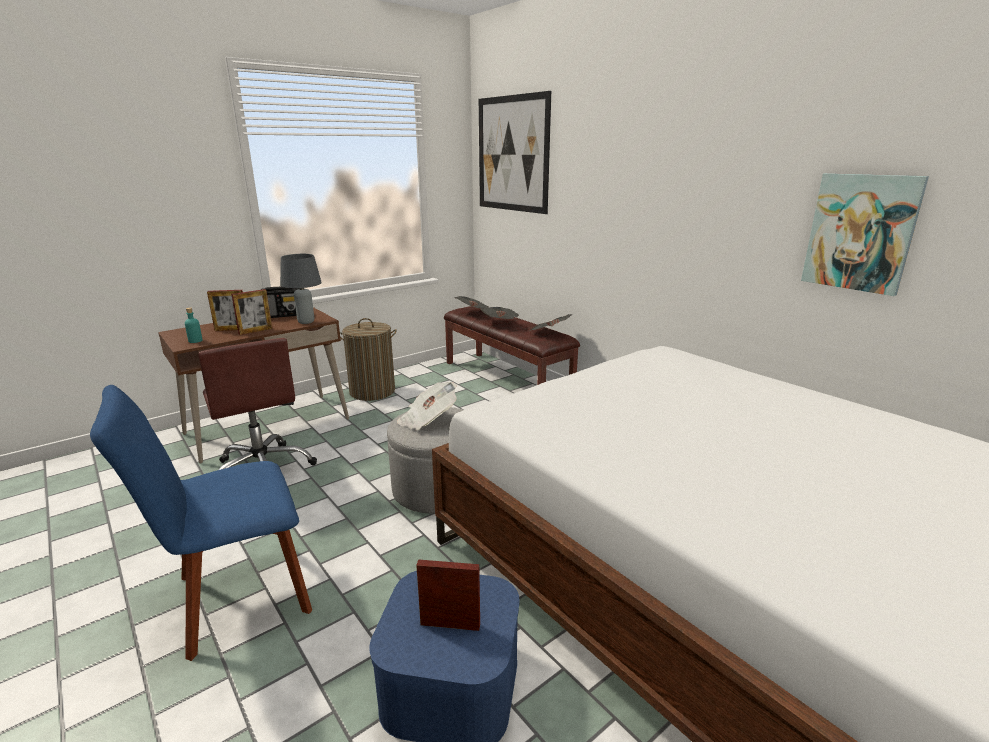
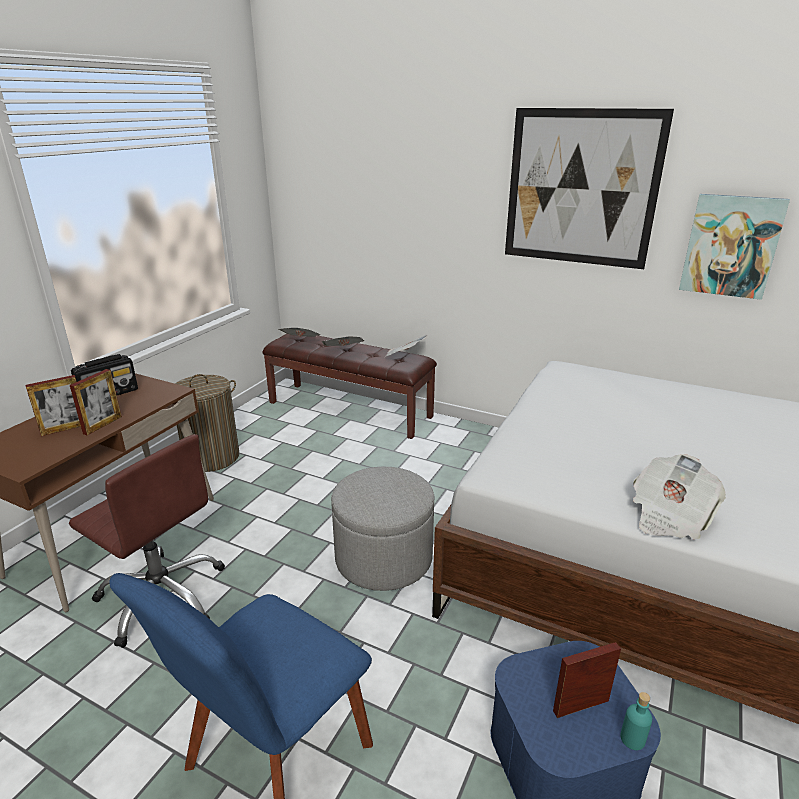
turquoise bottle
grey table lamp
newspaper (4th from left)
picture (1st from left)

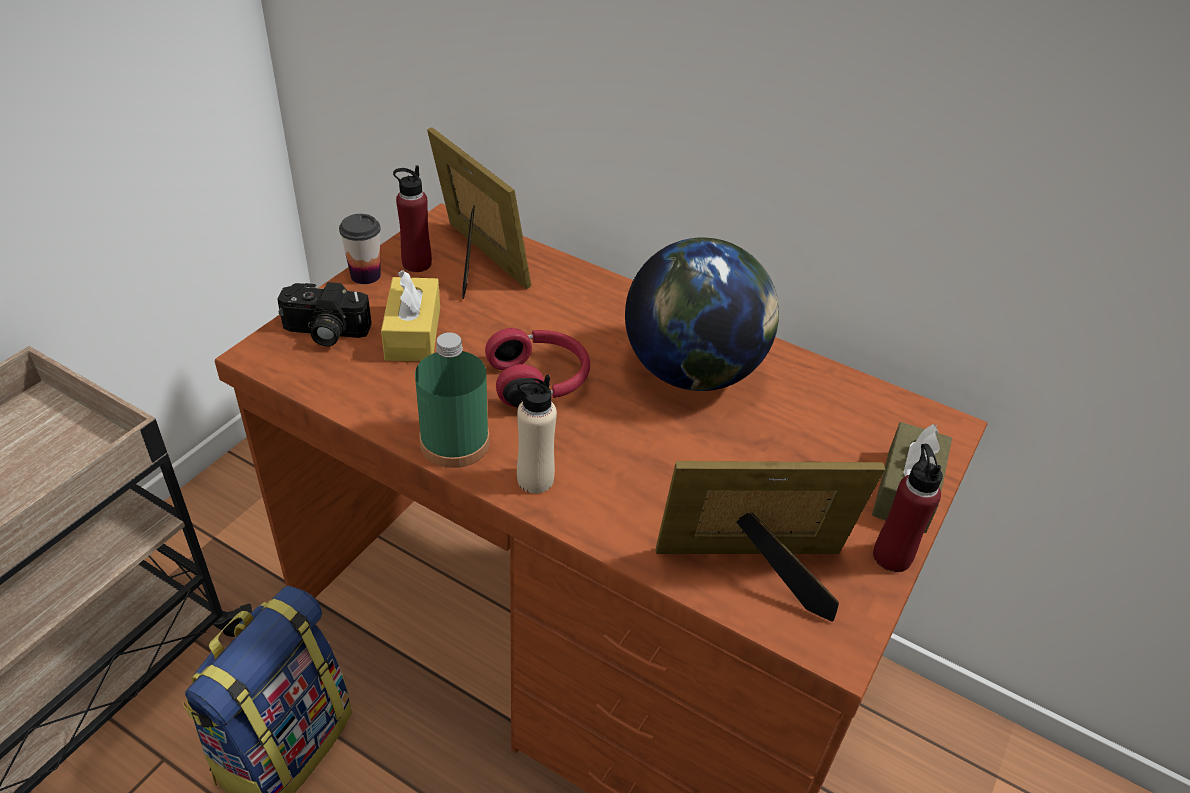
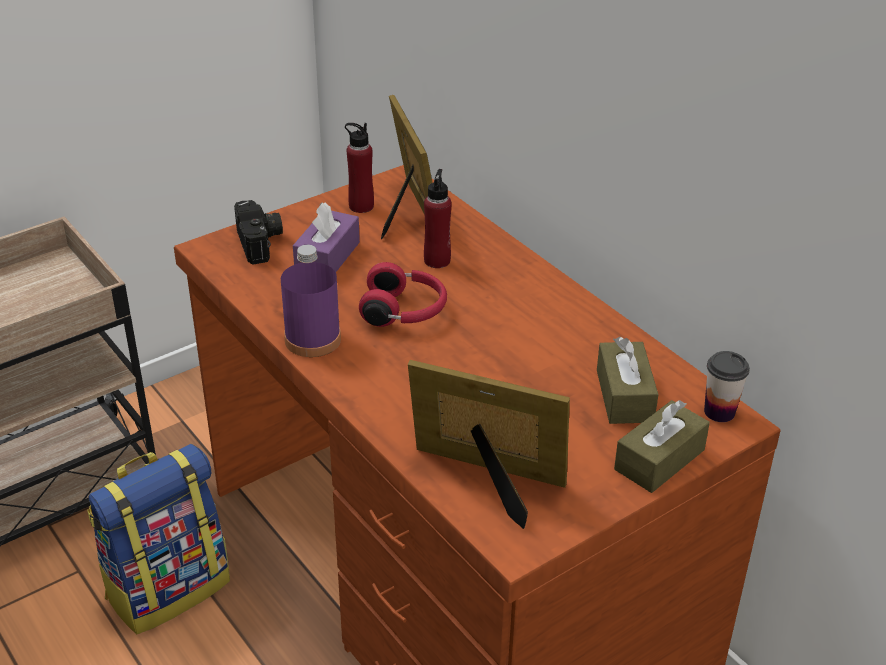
photo camera
cup
purple tissue box
purple bottle
beige bottle
globe
red bottle (2nd from left)
brown tissue box (1st from left)

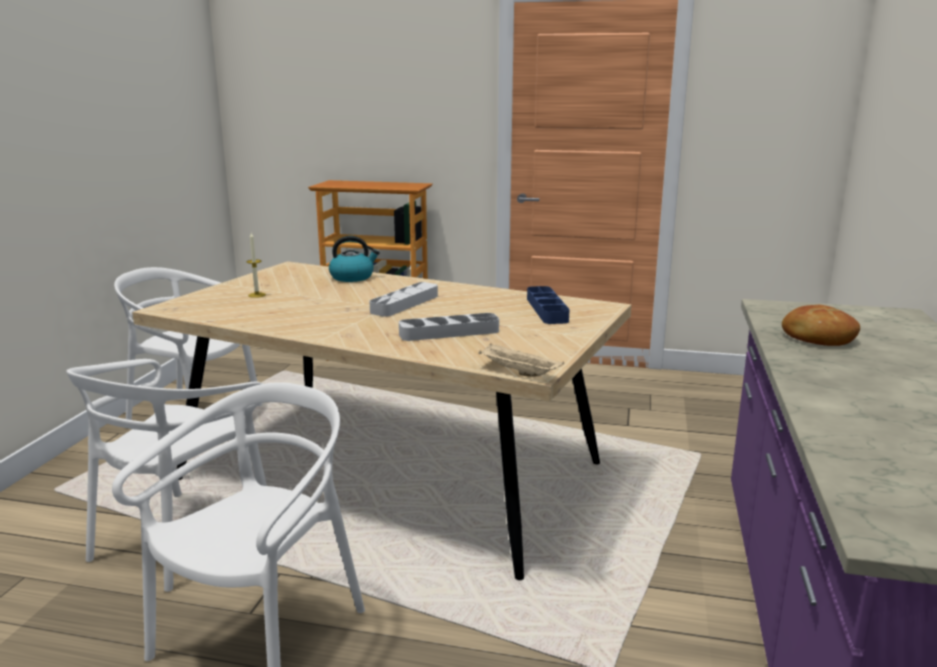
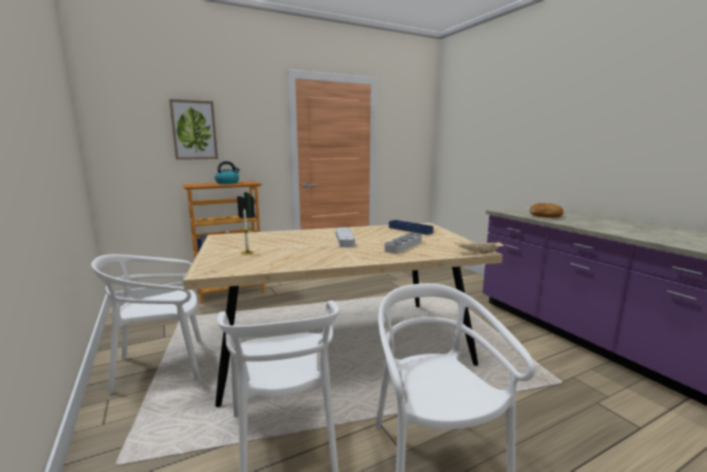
kettle
picture

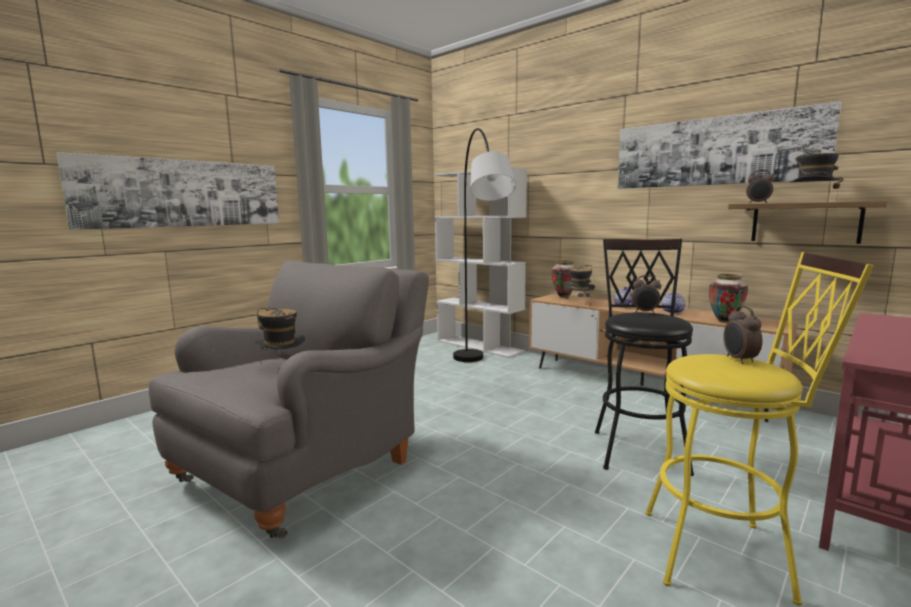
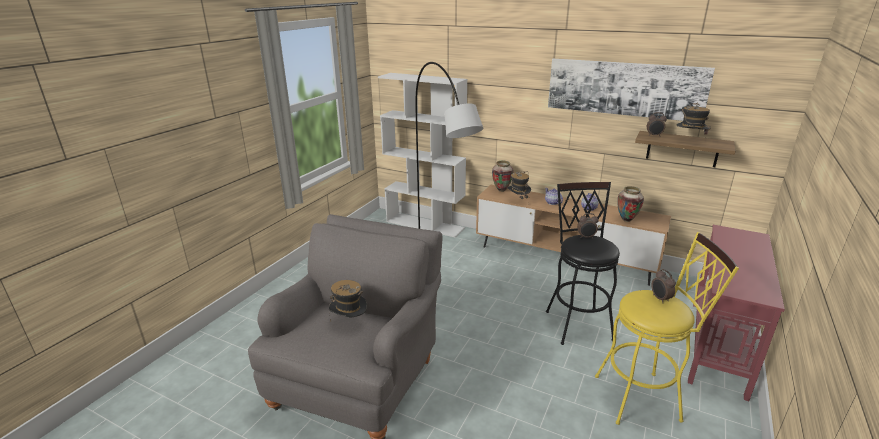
picture (1st from left in the first image)

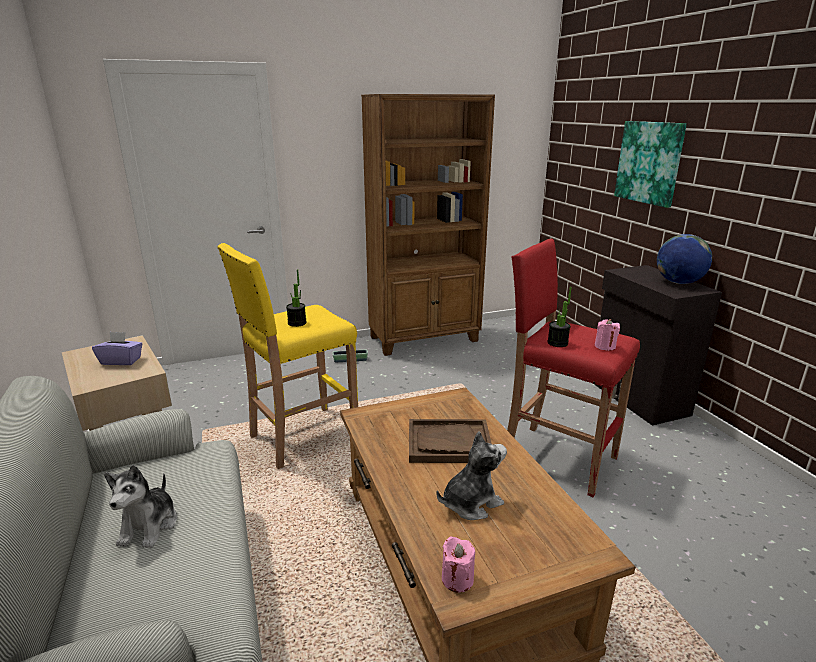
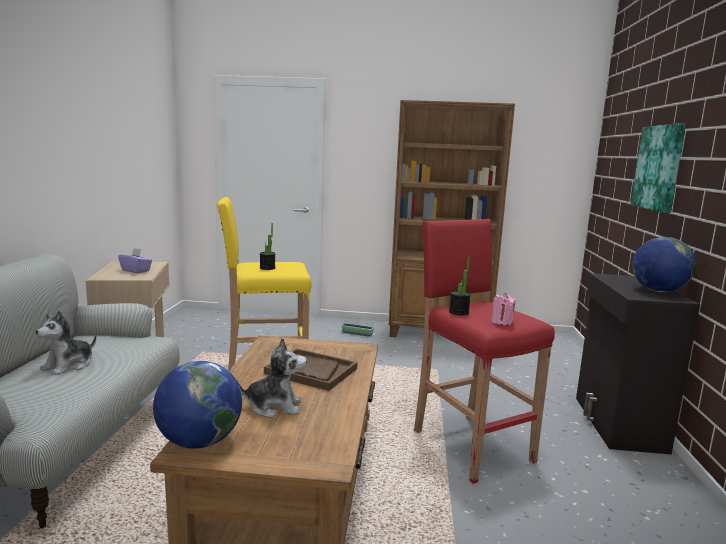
globe (1st from left)

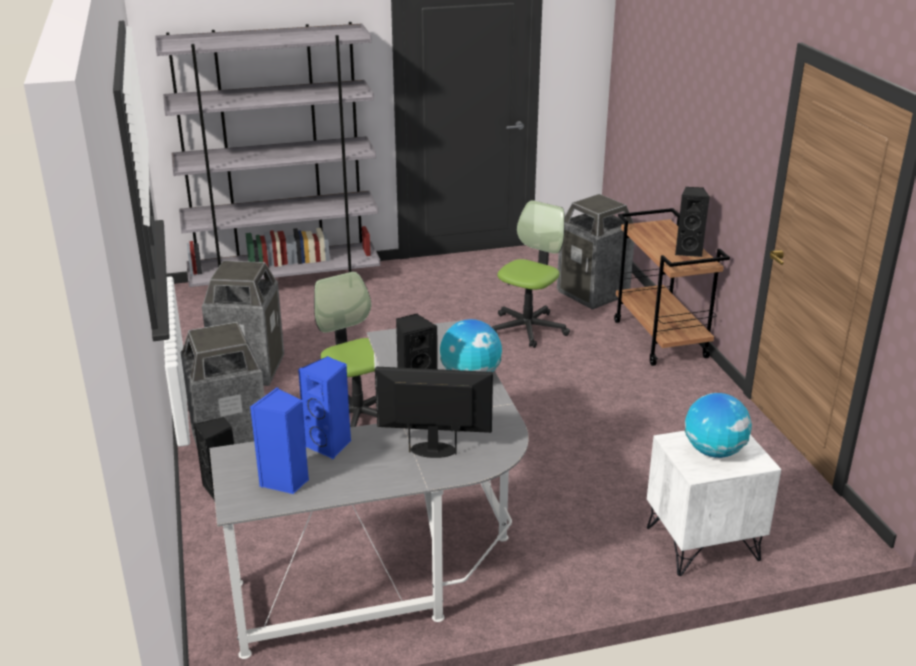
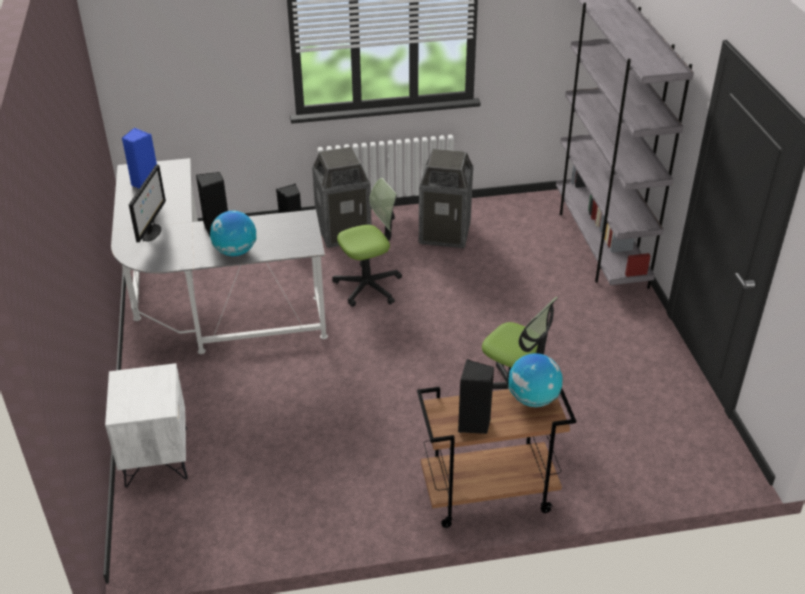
blue speaker (2nd from left in the first image)
trash can (3rd from left in the first image)
globe (2nd from left)

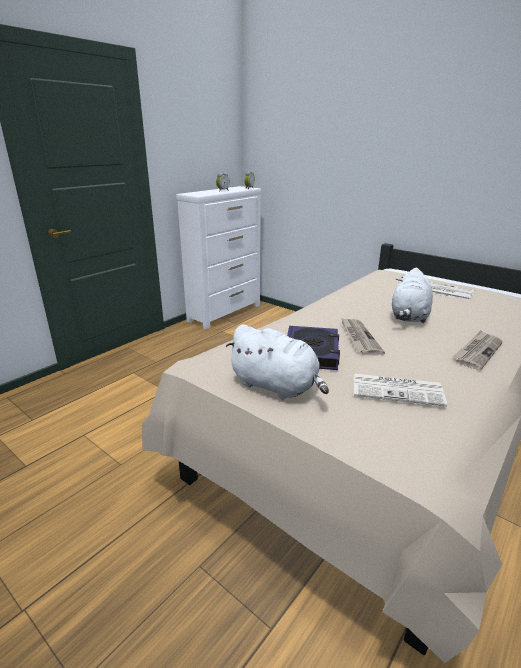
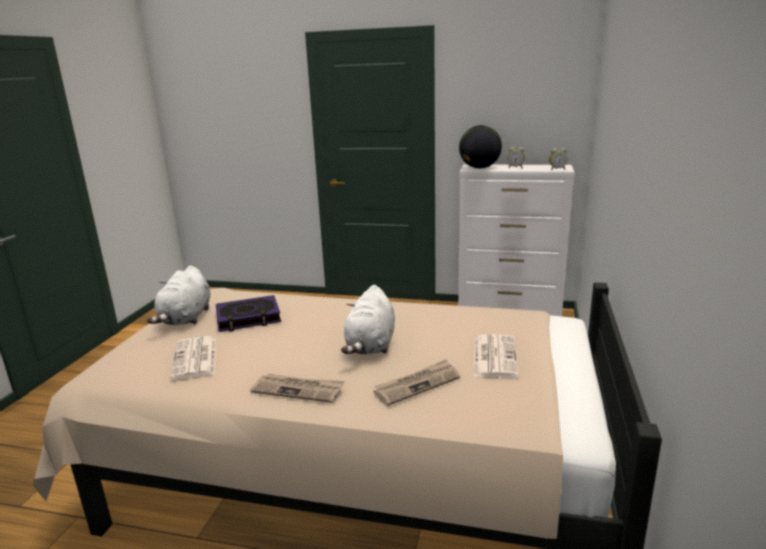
newspaper (3rd from left)
white plush toy (2nd from left)
globe

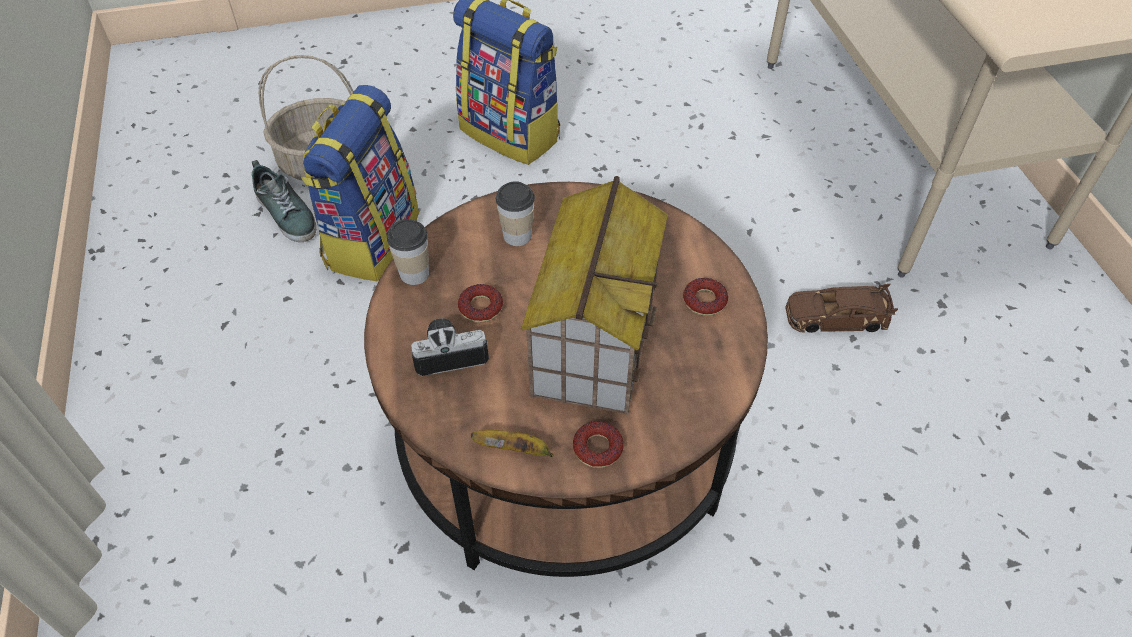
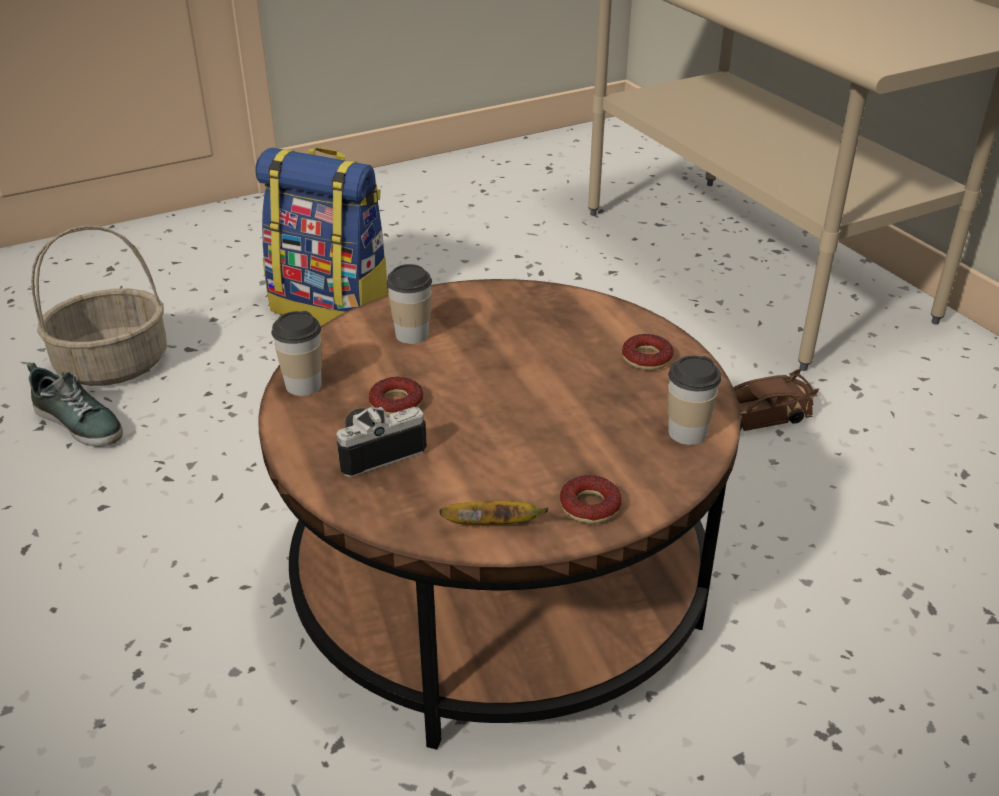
backpack (1st from left in the first image)
toy house
cup (3rd from left)

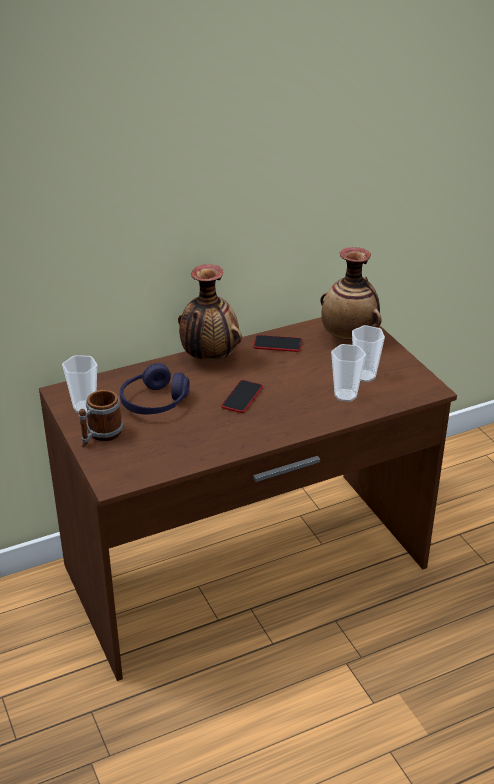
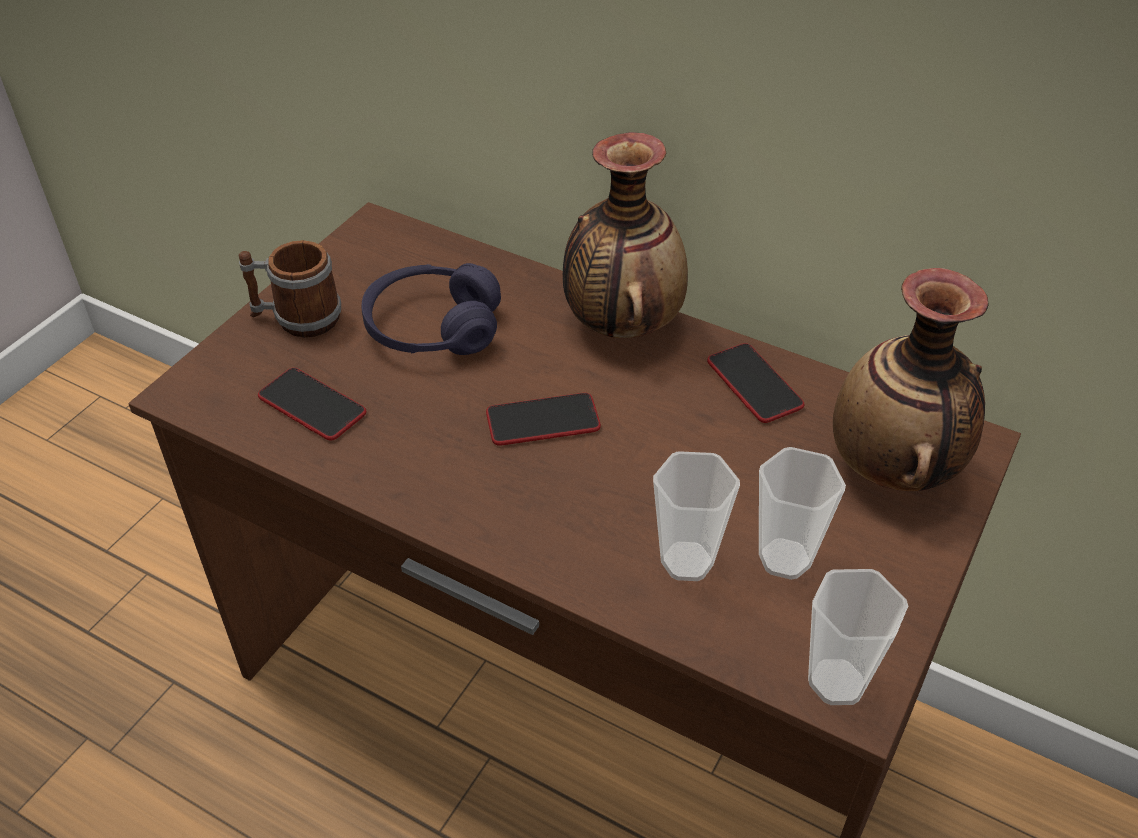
cup (3rd from left)
phone (1st from left)

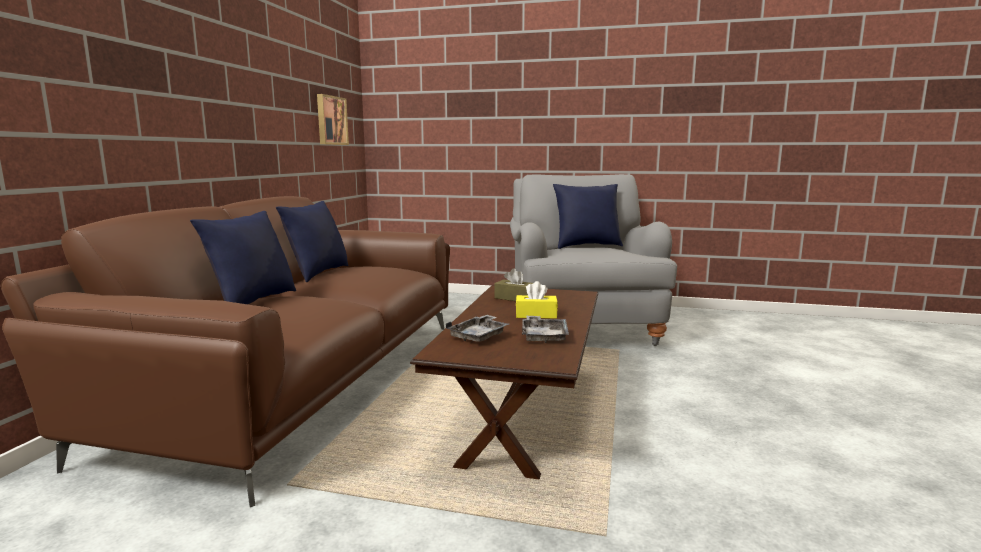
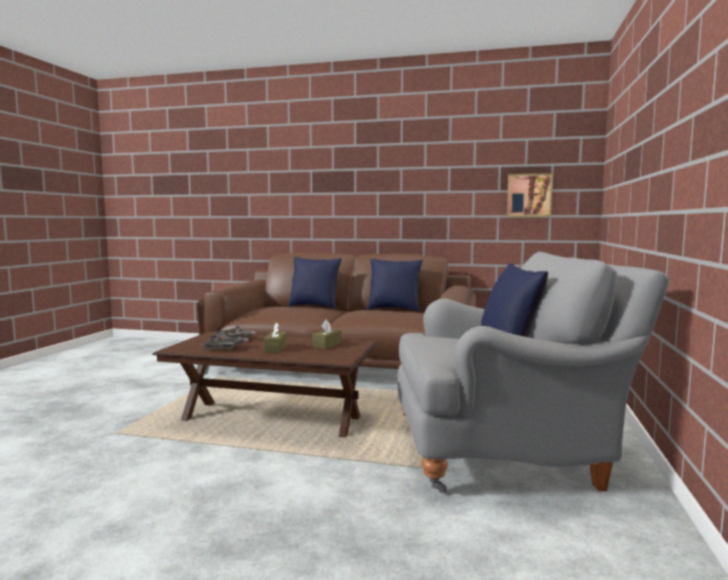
brown tissue box (1st from left)

